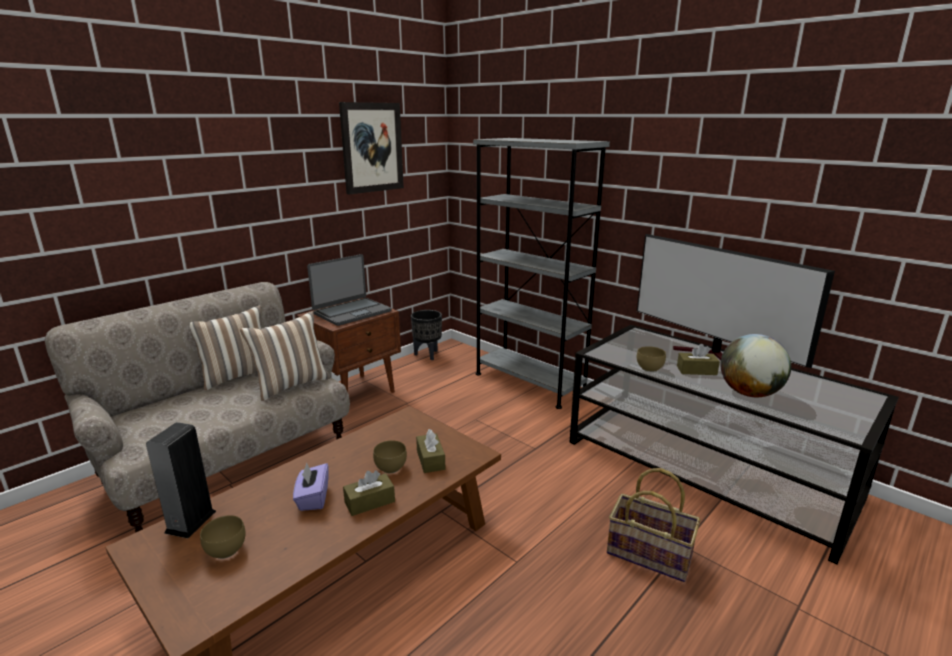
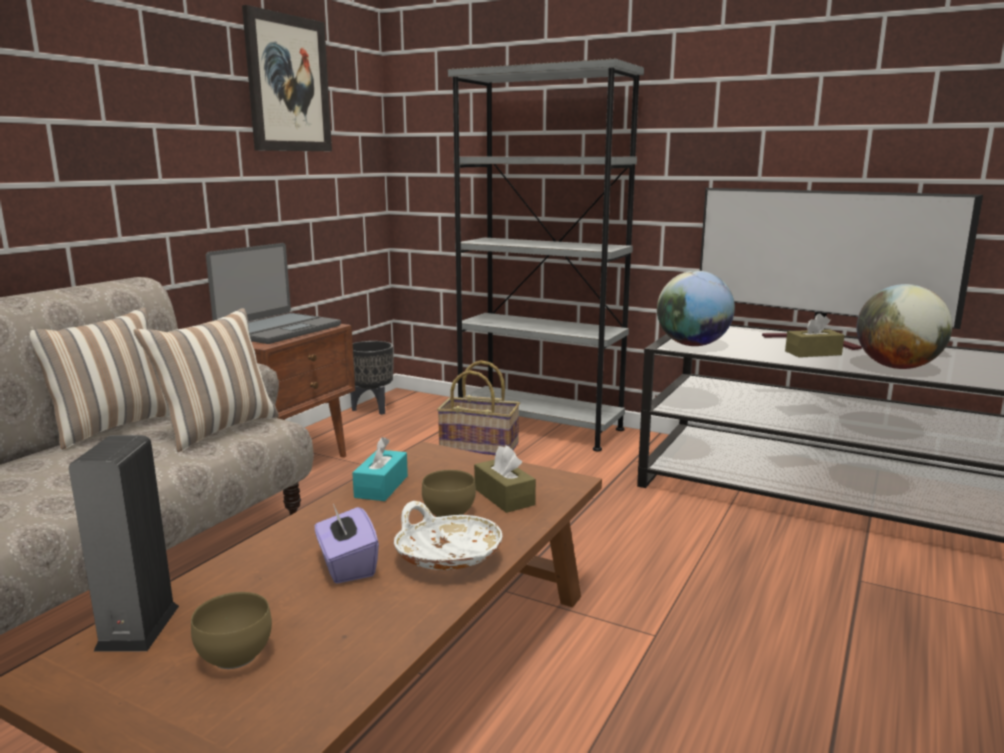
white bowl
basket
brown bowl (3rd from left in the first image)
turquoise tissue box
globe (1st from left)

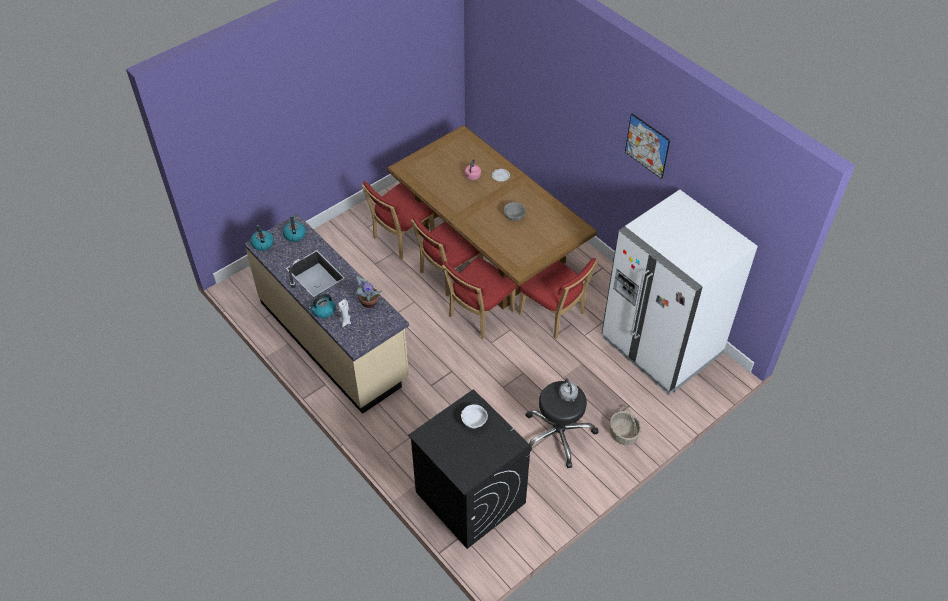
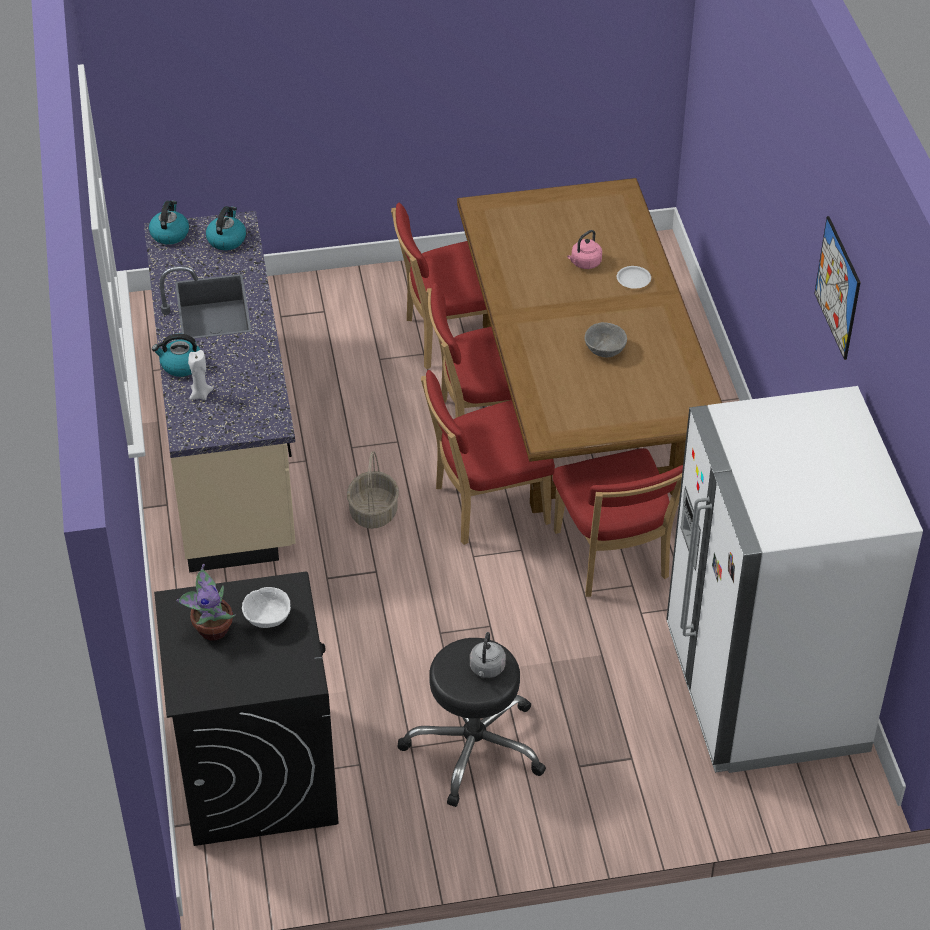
potted plant
basket

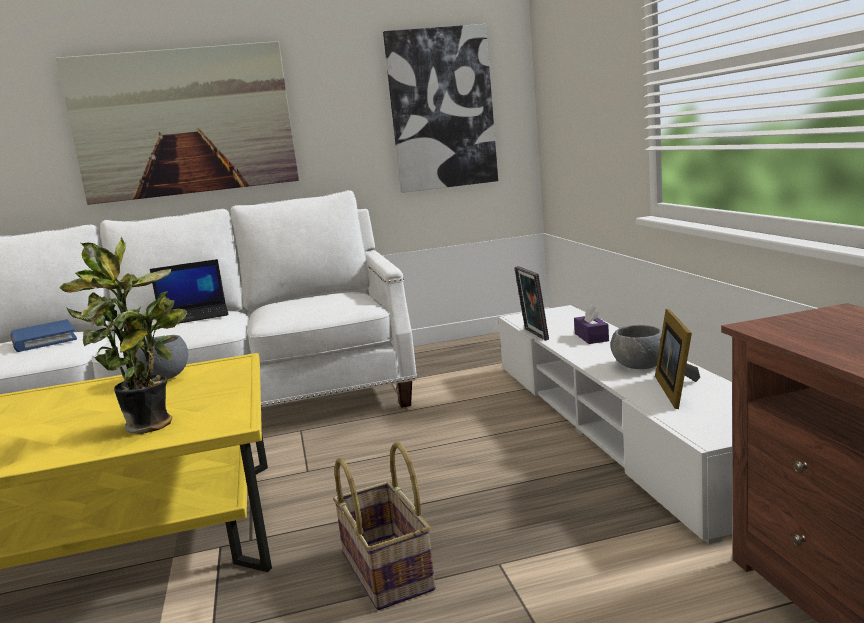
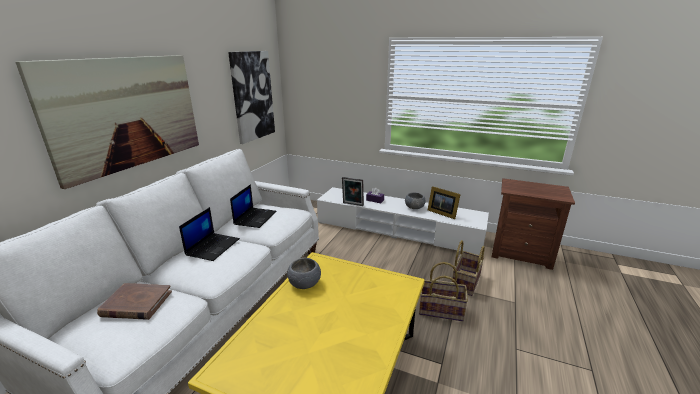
brown book
potted plant
laptop (2nd from left)
basket (2nd from left)

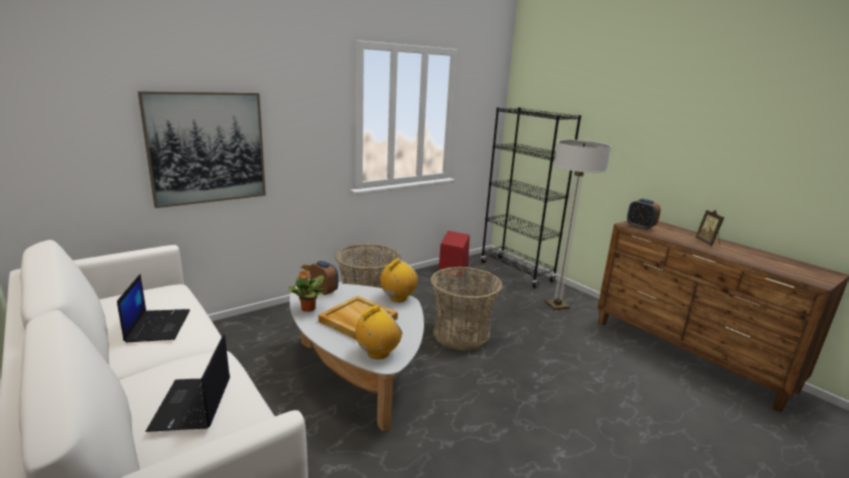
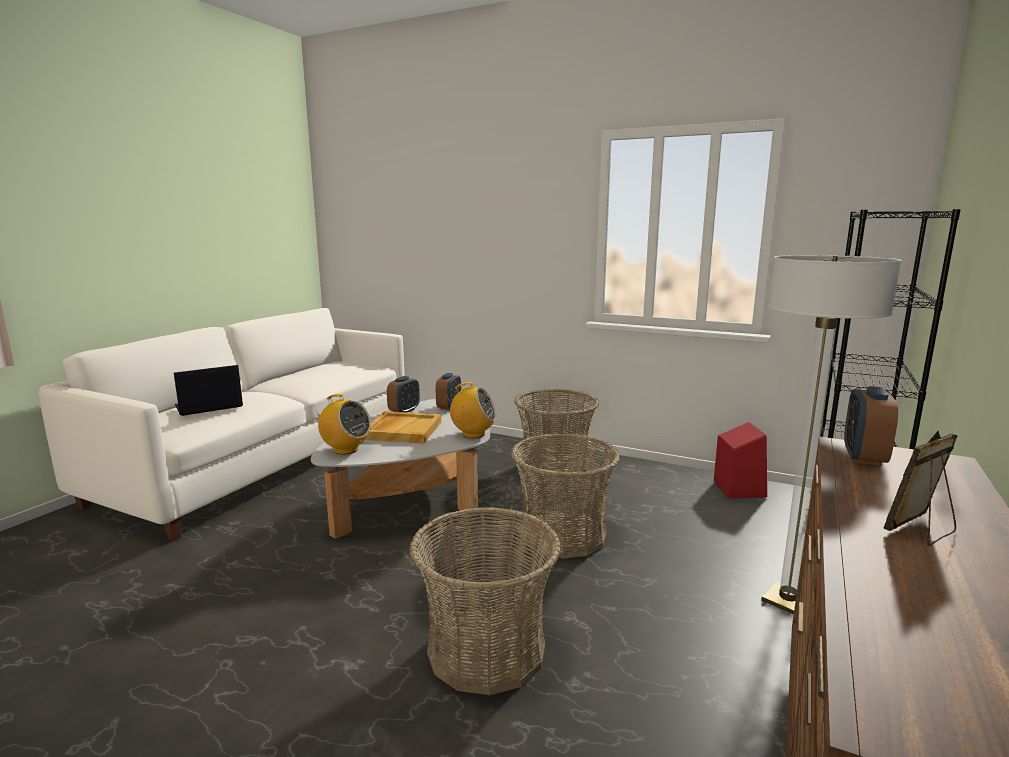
laptop (1st from left in the first image)
picture
alarm clock (1st from left)
basket (1st from left)

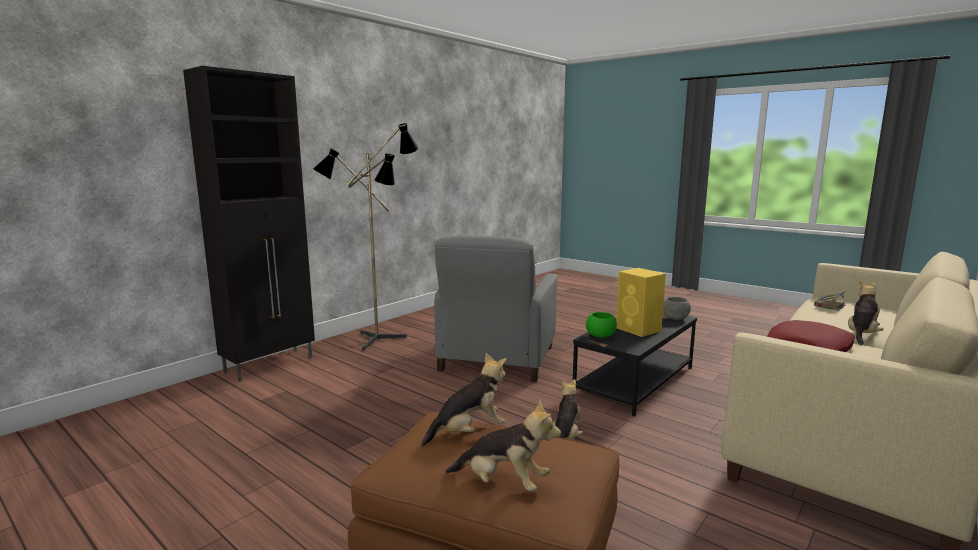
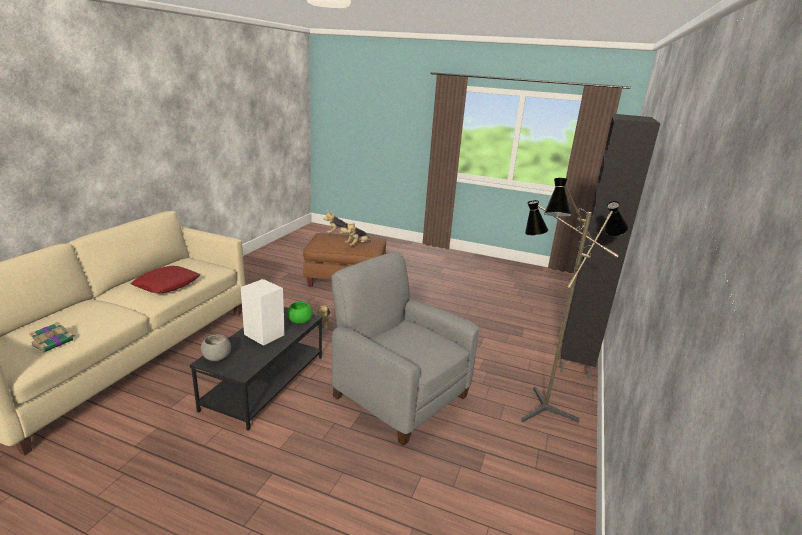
grey armchair
white speaker
plush toy (4th from left in the first image)

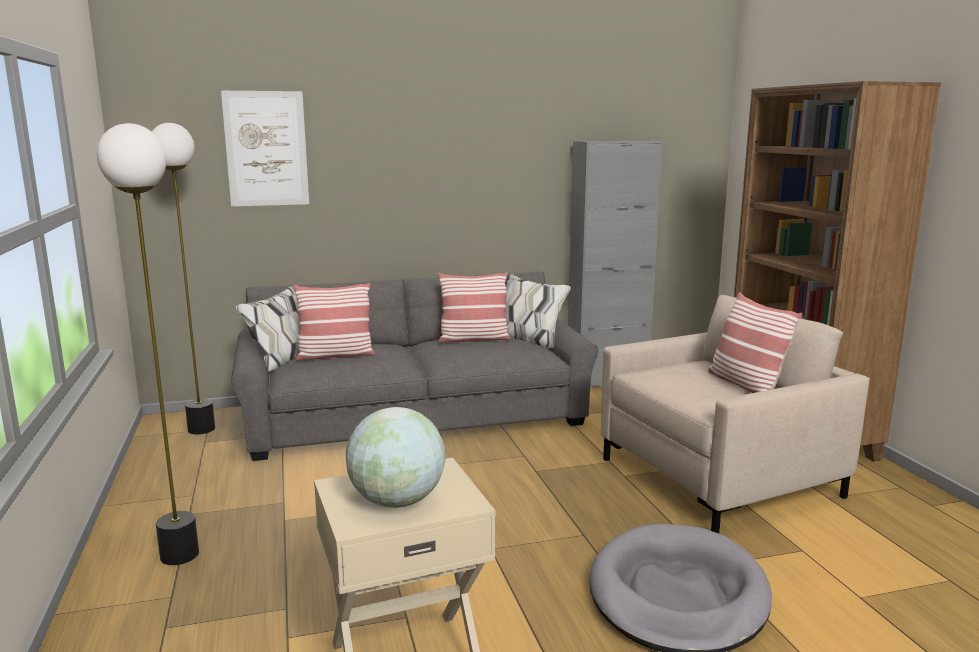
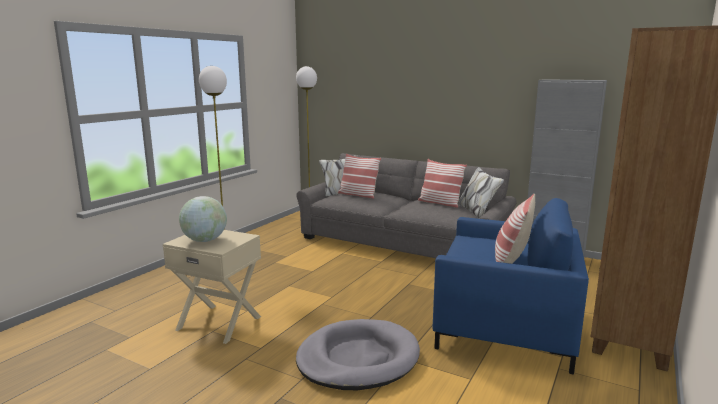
picture
blue armchair

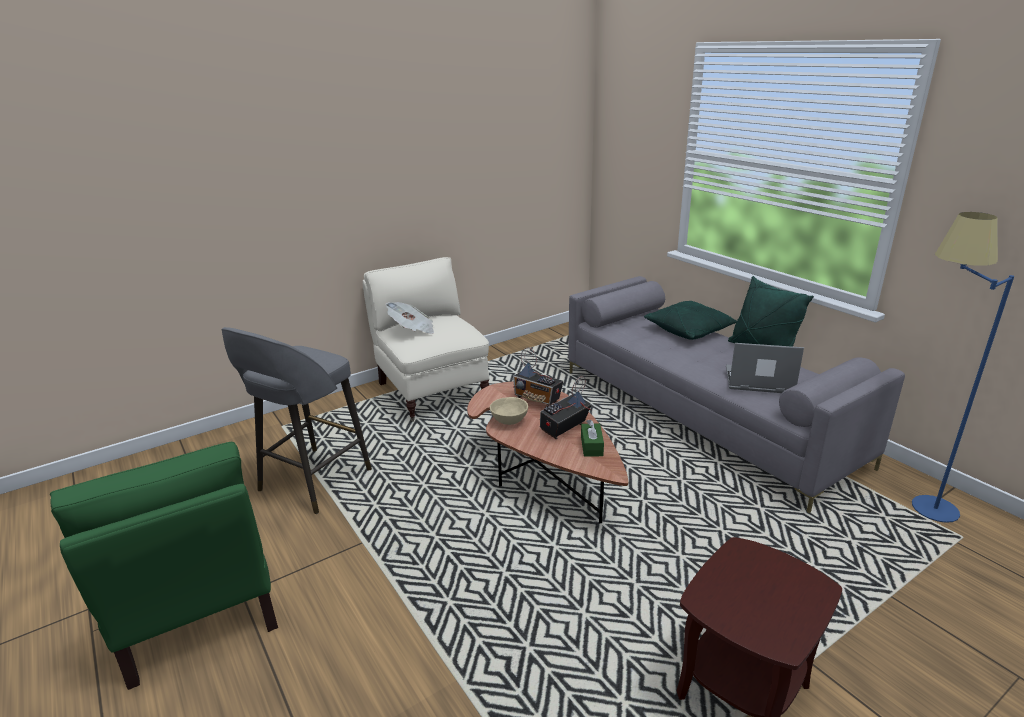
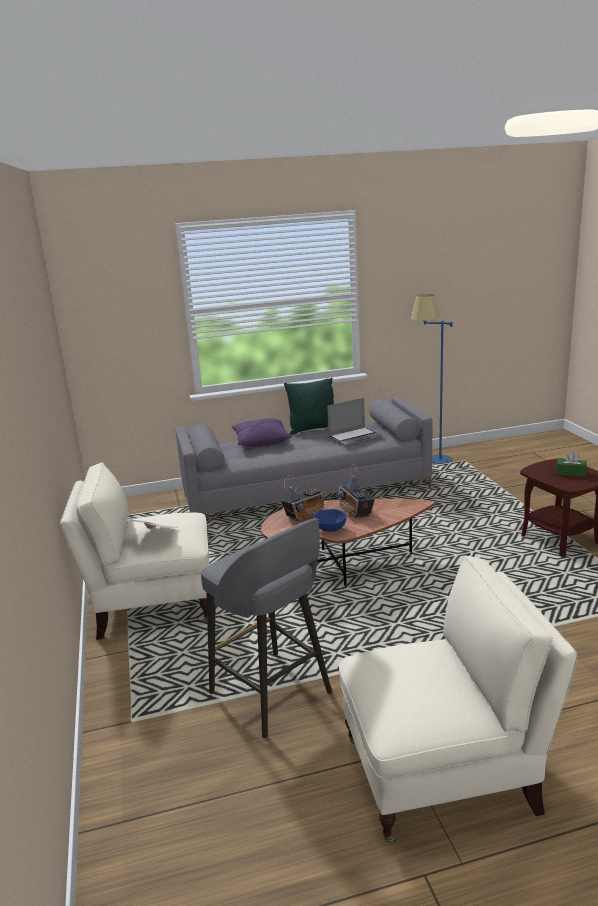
beige armchair (2nd from left)
blue bowl
green tissue box
purple pillow
laptop

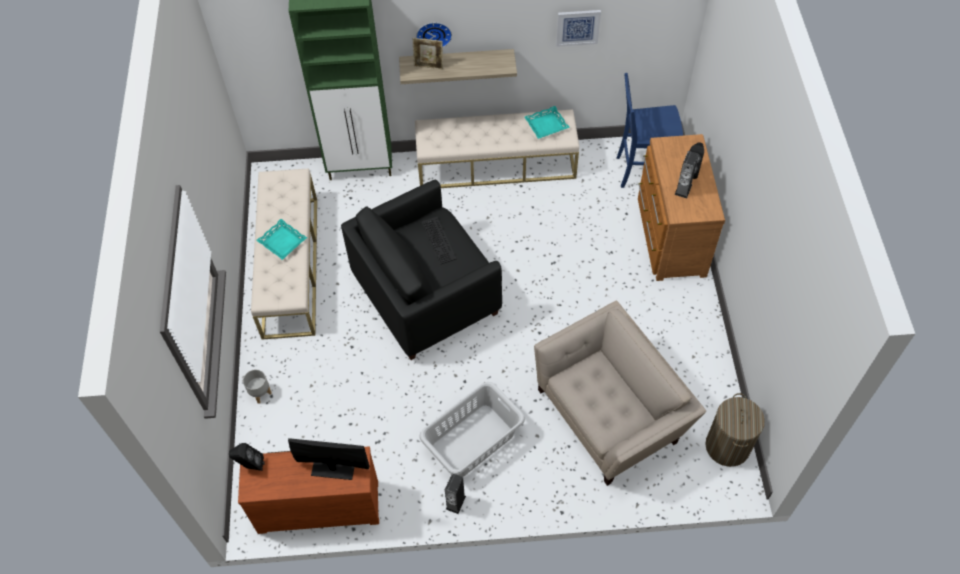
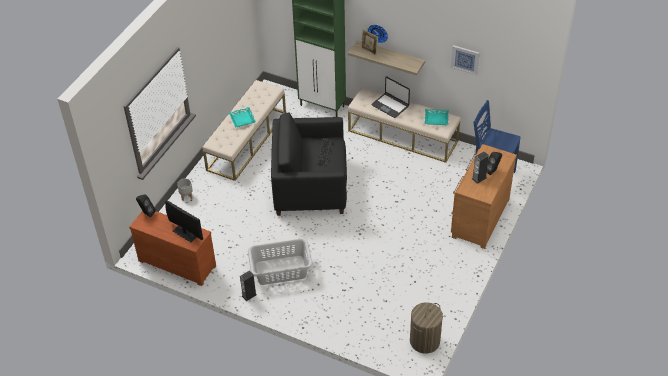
beige armchair
laptop

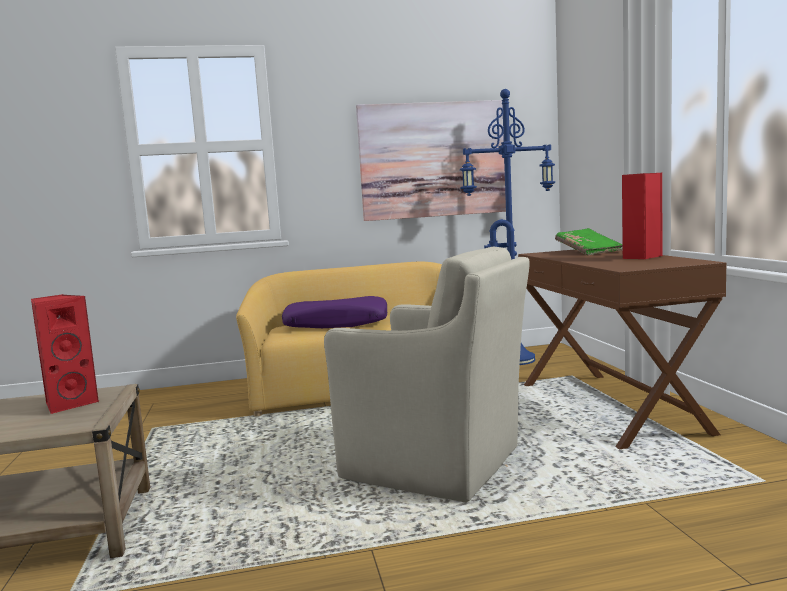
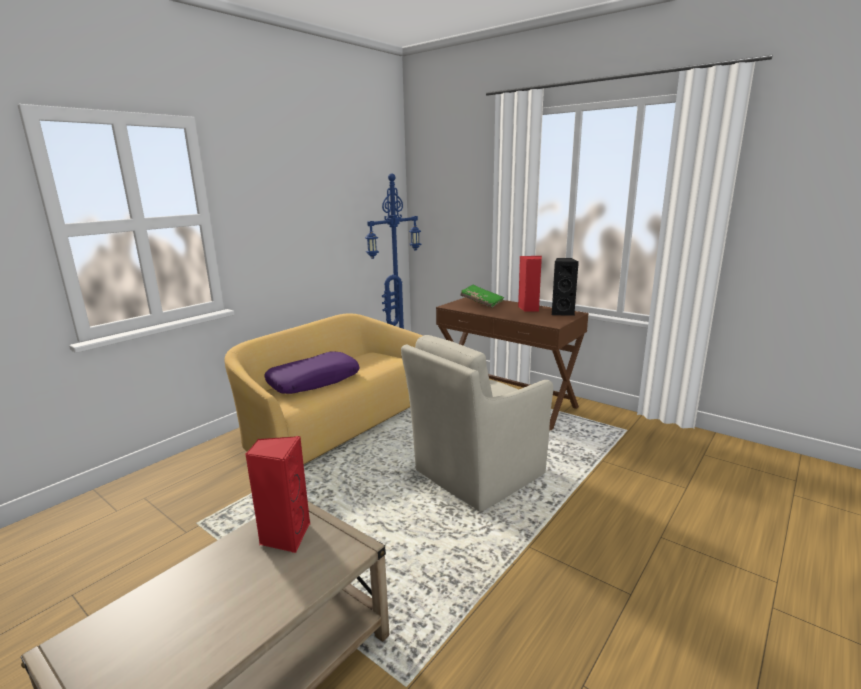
beige armchair
picture
black speaker

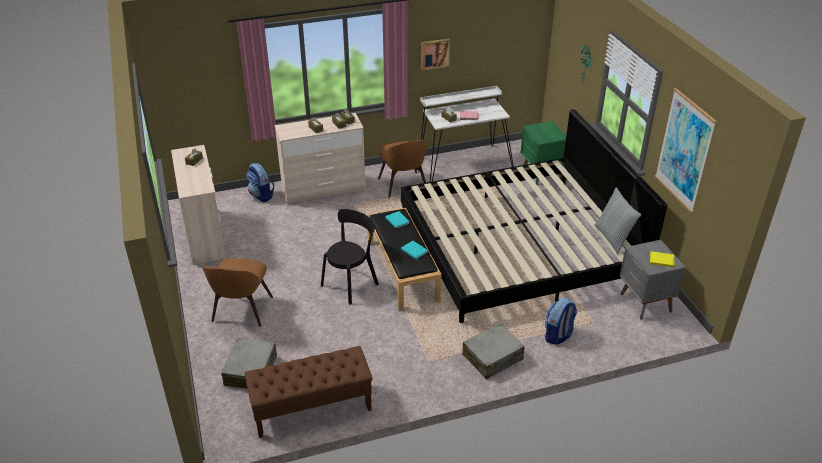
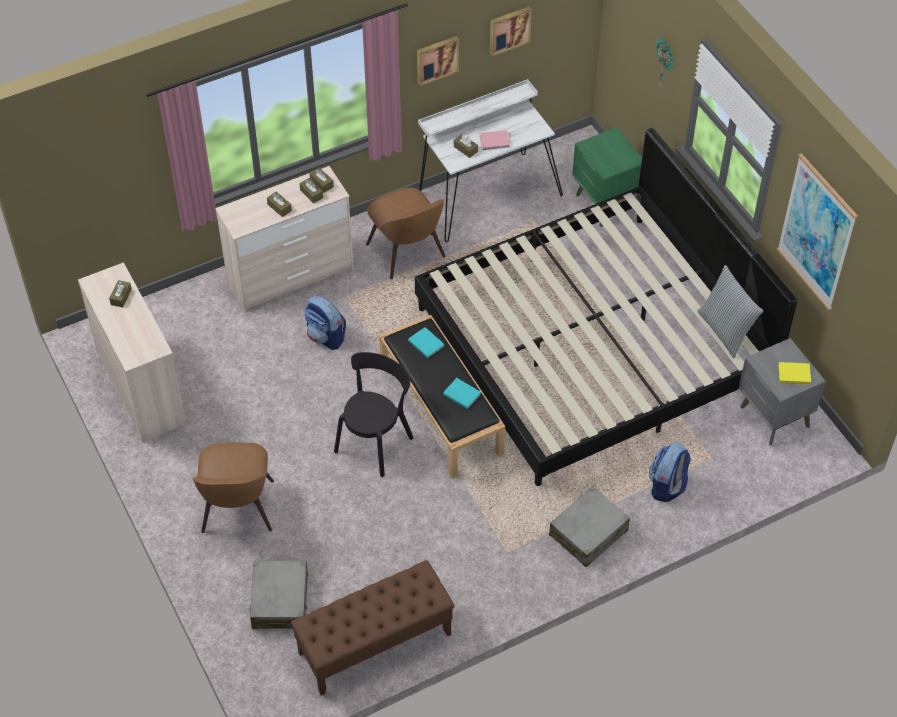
backpack (1st from left)
picture (2nd from left)

